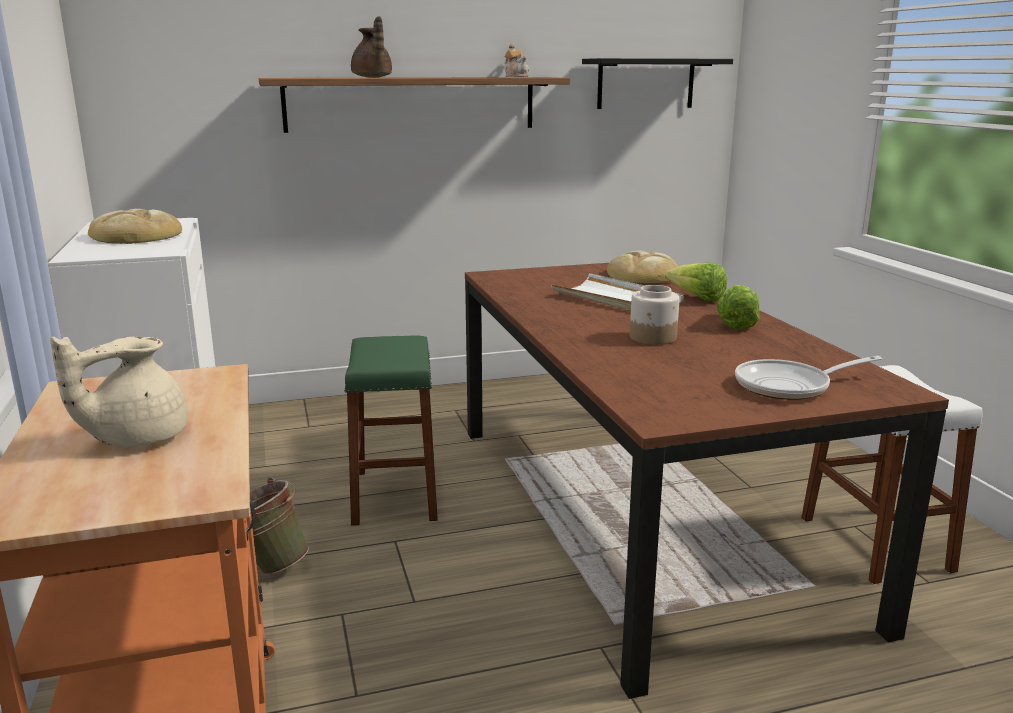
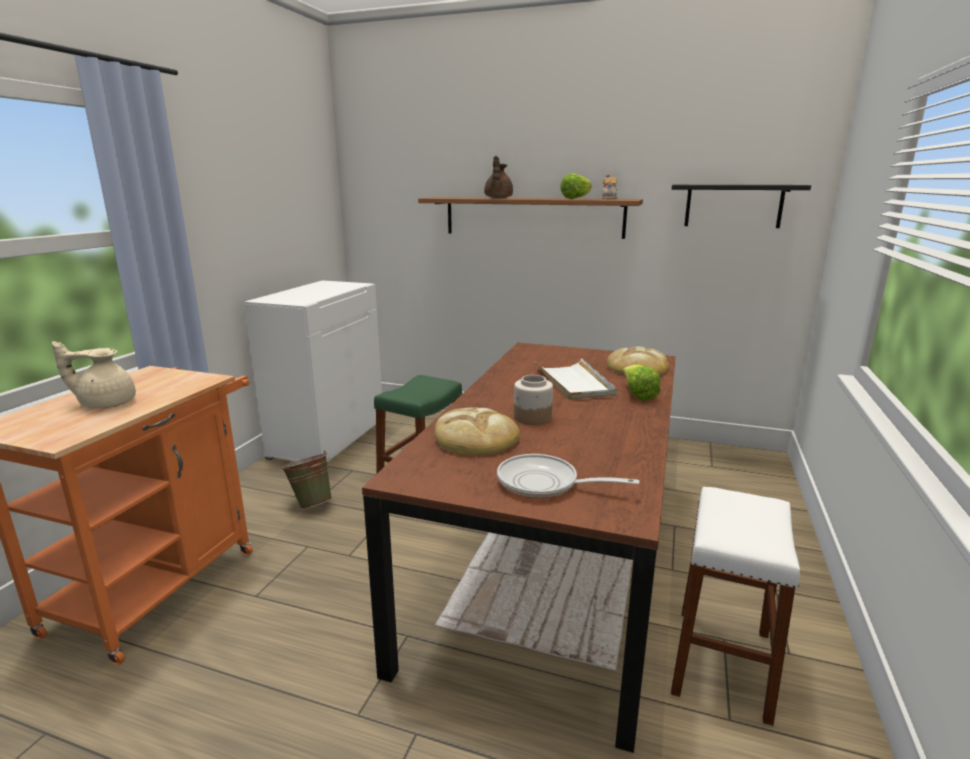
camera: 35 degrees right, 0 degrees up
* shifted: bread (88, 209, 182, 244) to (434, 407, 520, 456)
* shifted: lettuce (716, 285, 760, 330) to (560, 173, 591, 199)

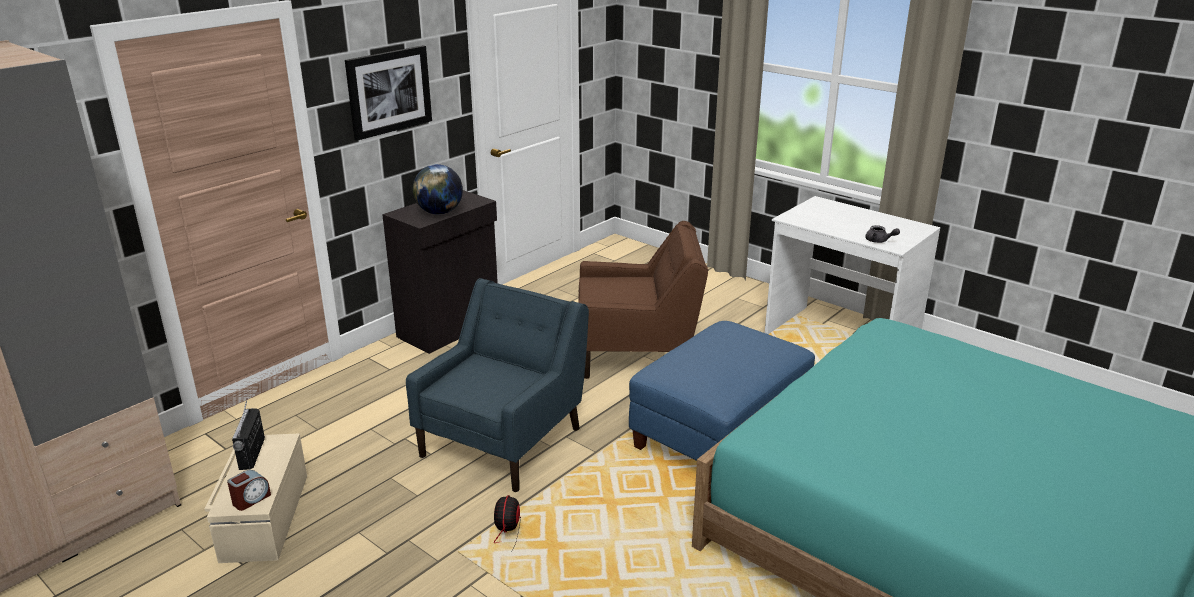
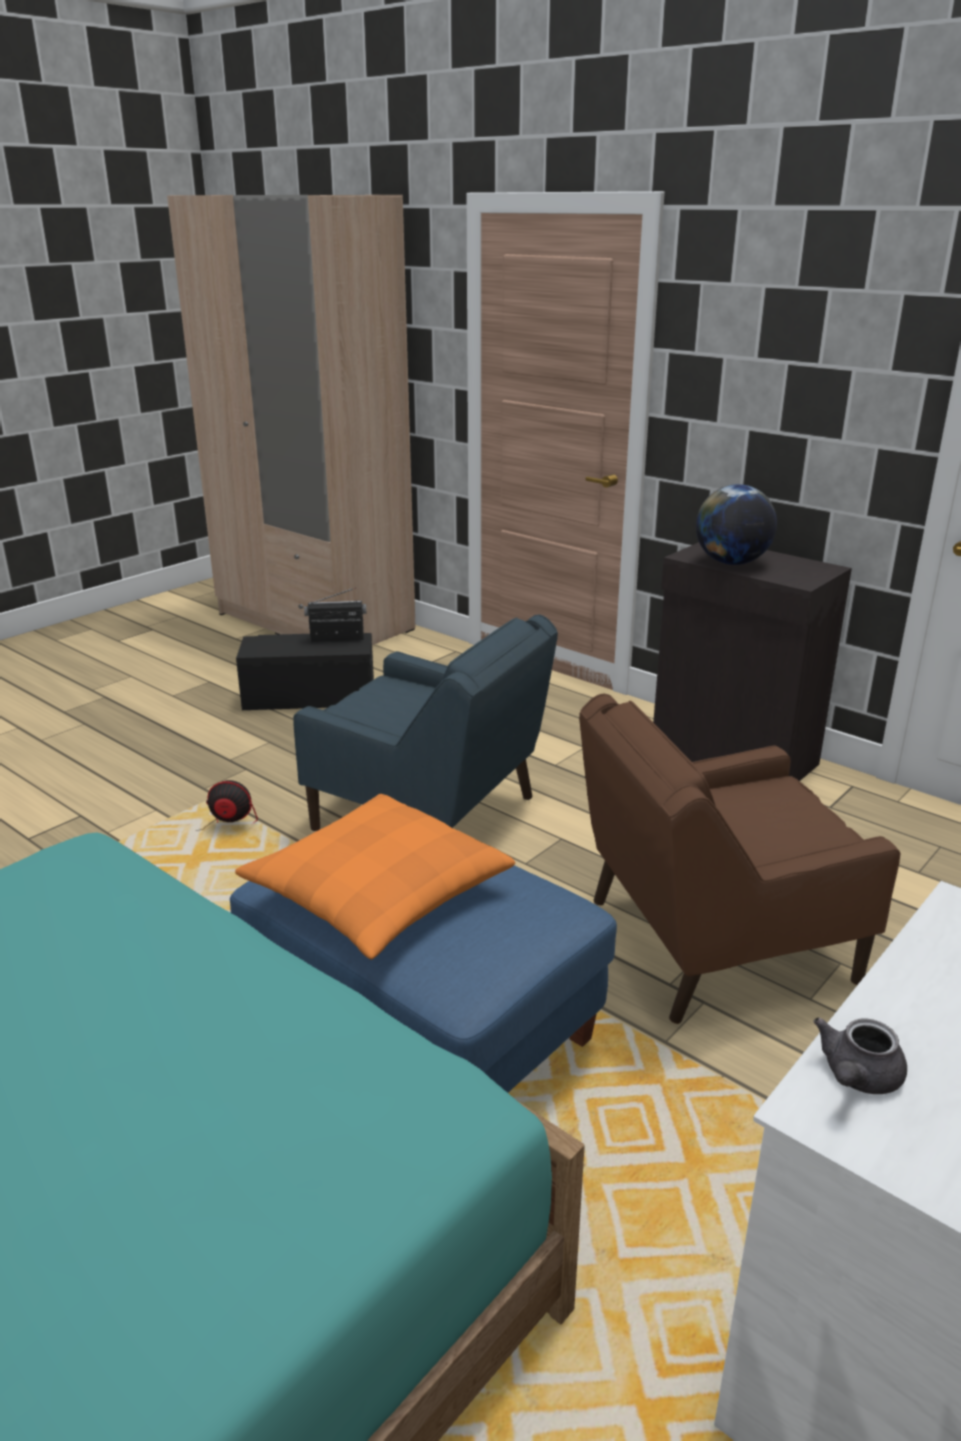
camera: 90 degrees right, 0 degrees up
* repainted: beige_storage_box (205, 433, 307, 563) to black_storage_box (236, 633, 374, 710)
* gone: alarm_clock (227, 470, 271, 511)
* gone: picture (345, 45, 432, 141)
* rotated: brown_armchair (578, 221, 708, 379) = (579, 693, 901, 1024) 75 degrees clockwise
* new: orange_pillow (235, 794, 515, 960)

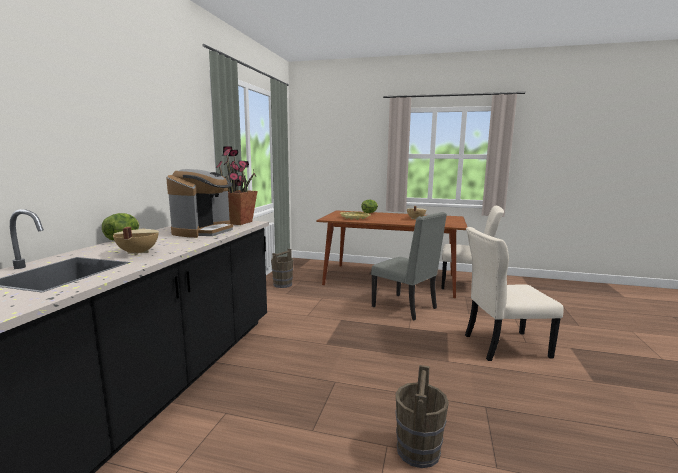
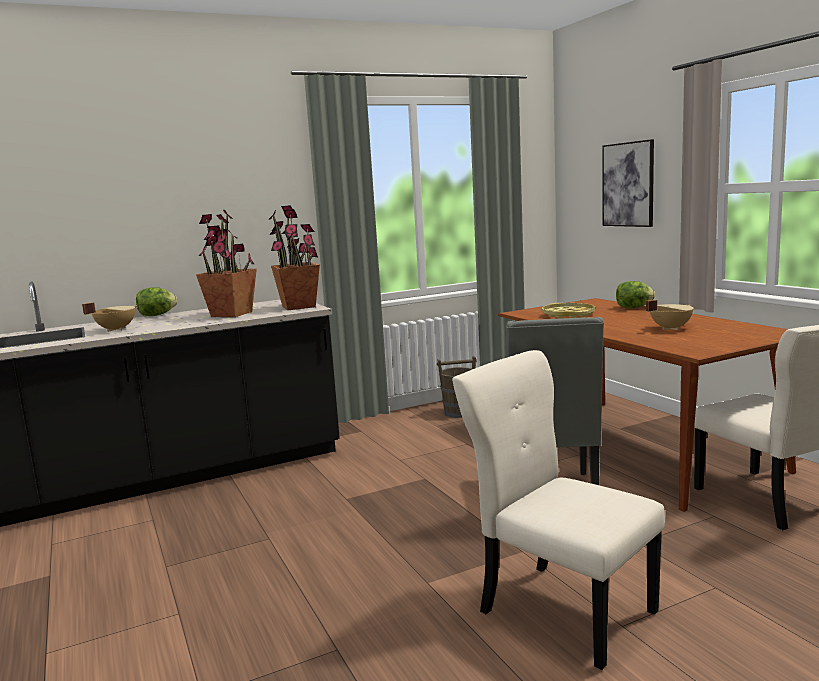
camera: 50 degrees right, 0 degrees up
* swapped: coffee_machine (166, 169, 233, 238) to potted_plant (196, 210, 257, 317)
* gone: brown_bucket (395, 365, 449, 468)
* new: picture (602, 139, 654, 227)

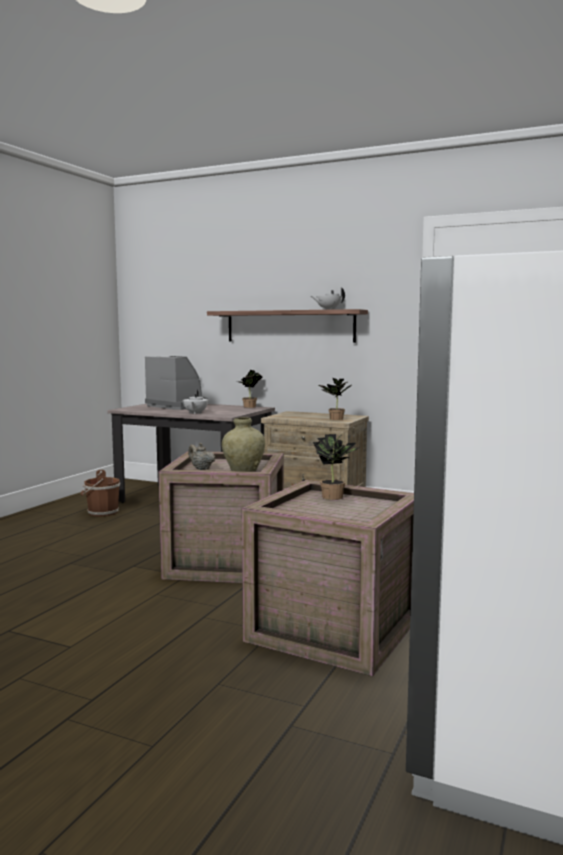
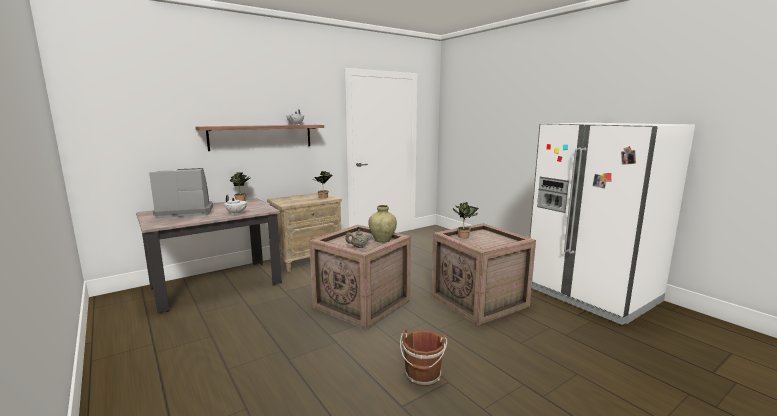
camera: 60 degrees left, 5 degrees up
* shifted: brown_bucket (81, 470, 120, 517) to (400, 329, 447, 387)

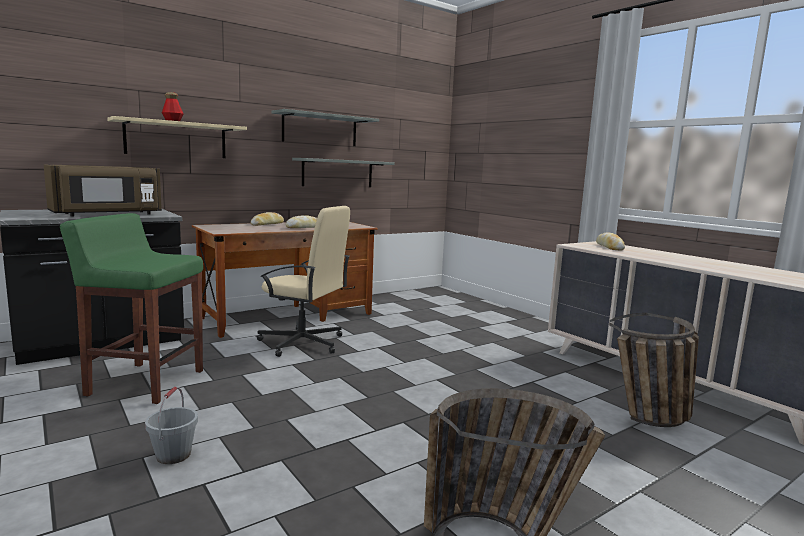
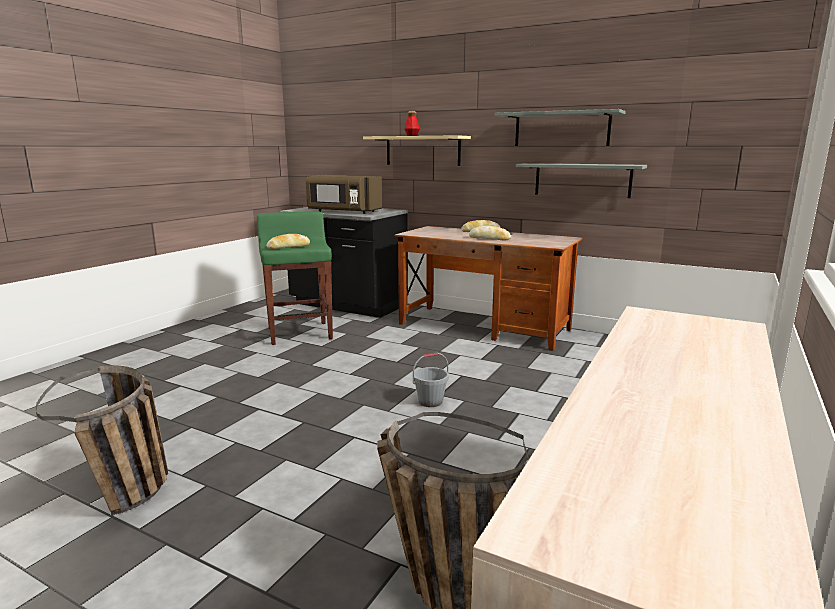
camera: 65 degrees right, 5 degrees up
* shifted: grey_bucket (145, 386, 198, 464) to (413, 353, 449, 407)
* gone: beige_office_chair (257, 206, 350, 357)
* shifted: bread (596, 232, 625, 251) to (266, 234, 310, 249)

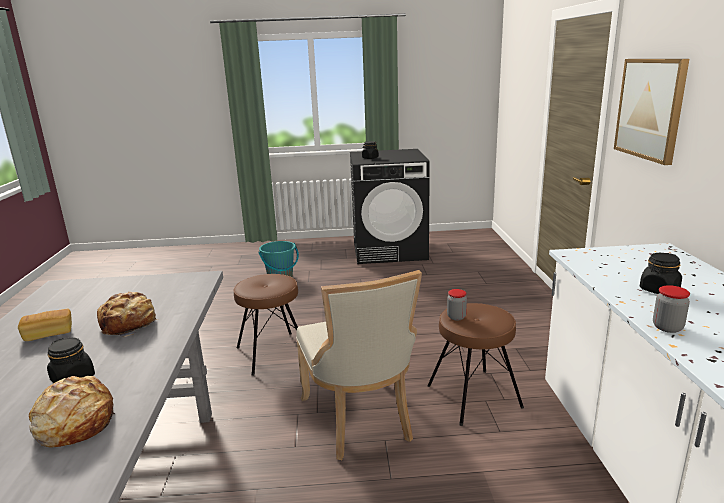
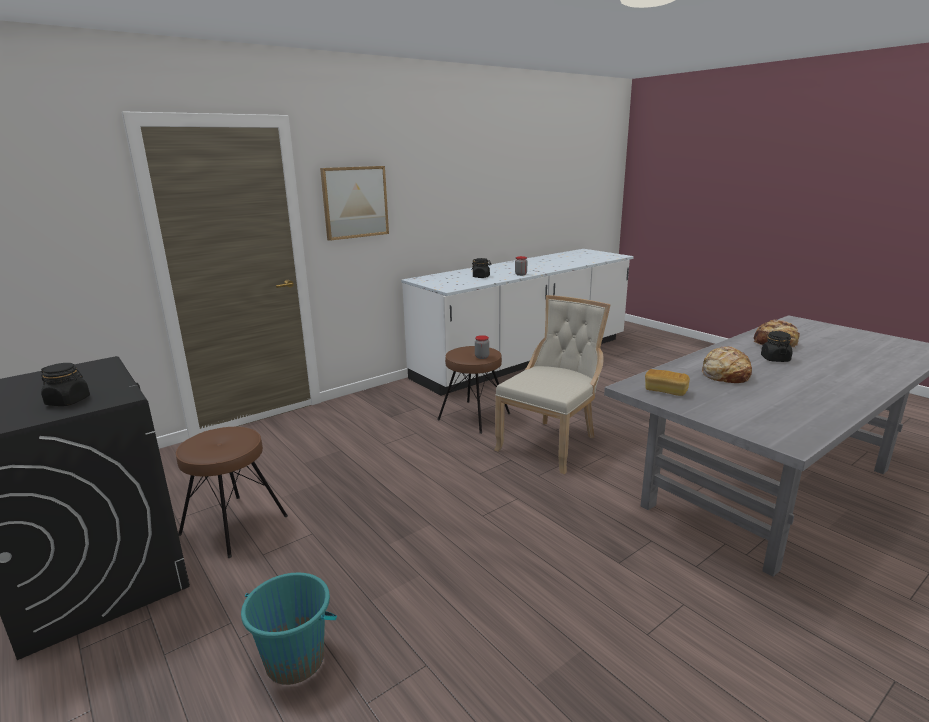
camera: 125 degrees left, 0 degrees up
* shifted: bread (18, 309, 72, 341) to (645, 369, 690, 396)
* shifted: brown_stool (234, 274, 298, 376) to (176, 427, 288, 558)

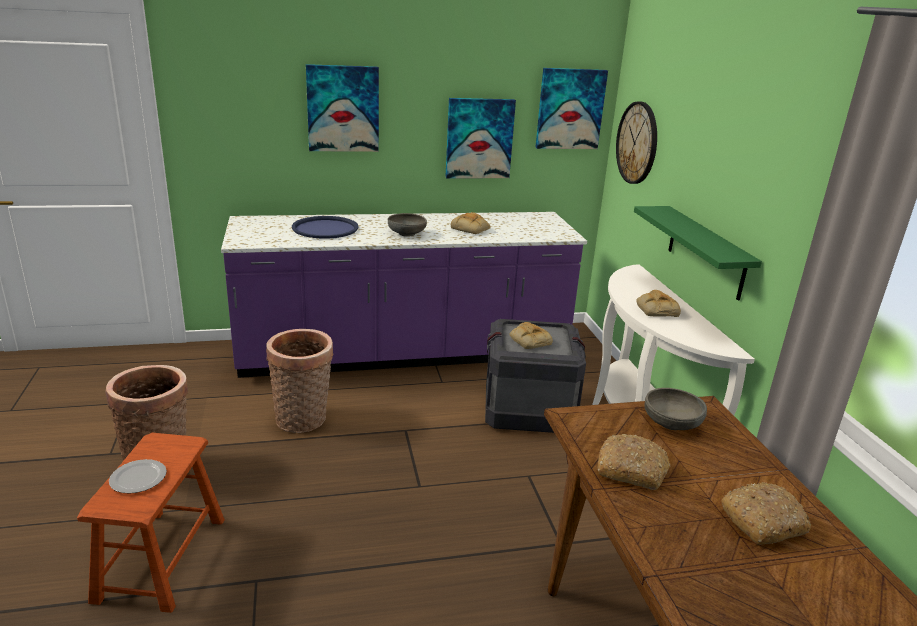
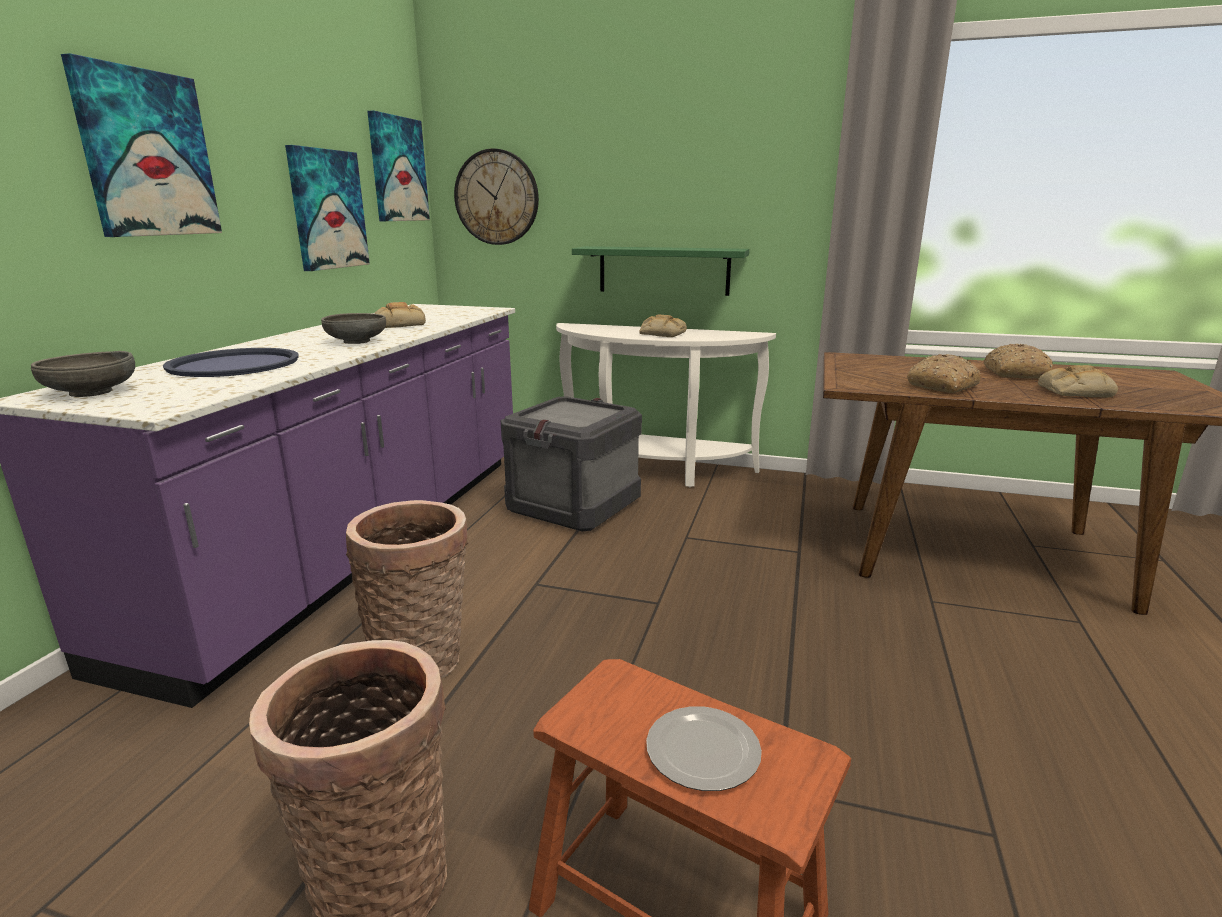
camera: 60 degrees left, 5 degrees down
* shifted: bread (509, 322, 553, 349) to (1038, 365, 1118, 398)
* shifted: grey_bowl (645, 388, 707, 430) to (31, 351, 135, 397)

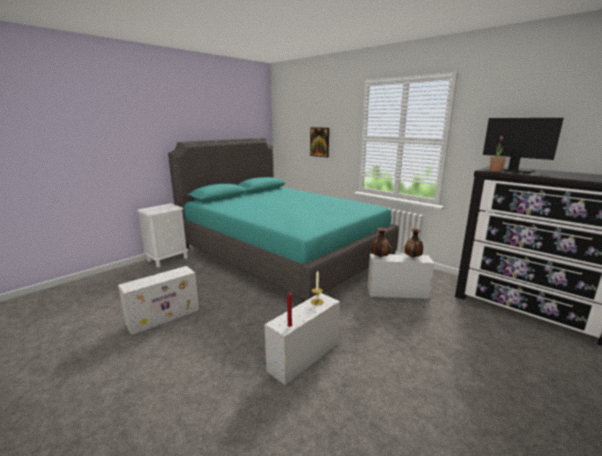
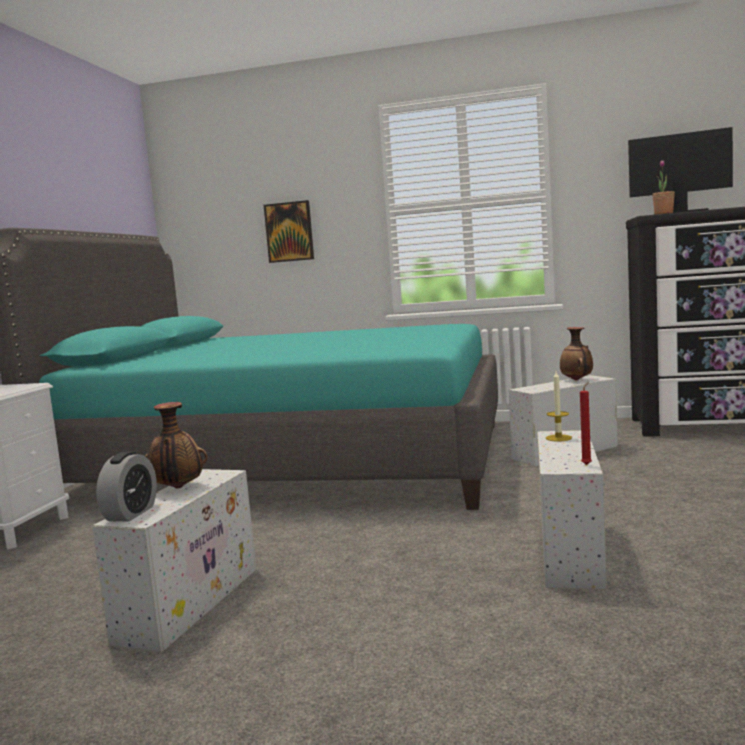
camera: 30 degrees left, 10 degrees down
* shifted: vase (370, 228, 392, 257) to (145, 402, 207, 489)
* new: alarm_clock (96, 452, 157, 521)

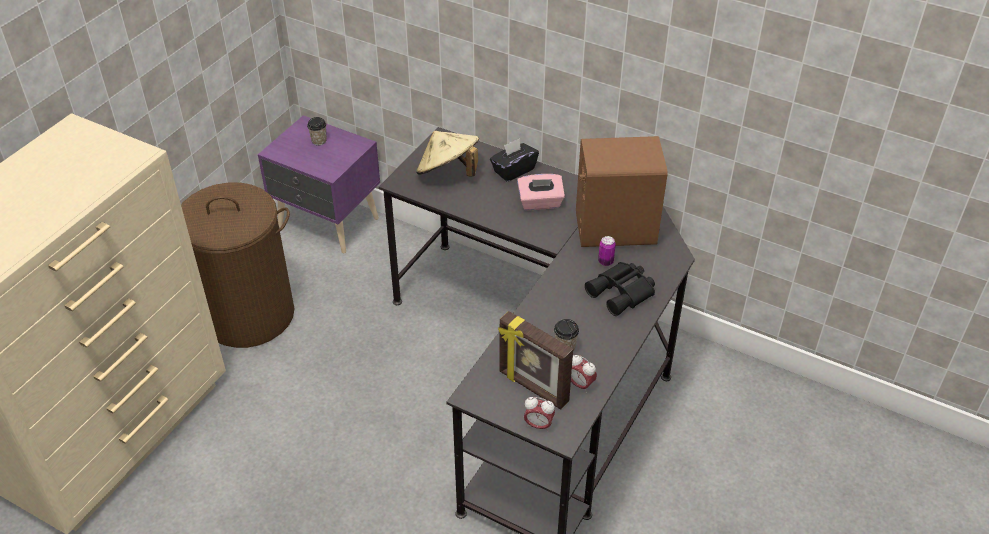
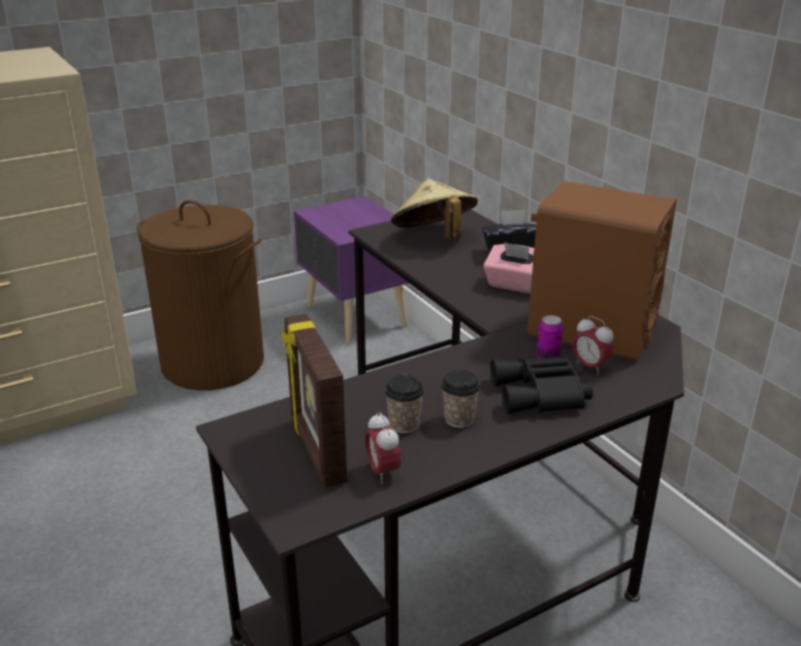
camera: 30 degrees right, 15 degrees down
* shifted: cup (307, 117, 327, 146) to (441, 370, 481, 428)
* shifted: alarm_clock (524, 397, 555, 432) to (572, 316, 614, 375)

